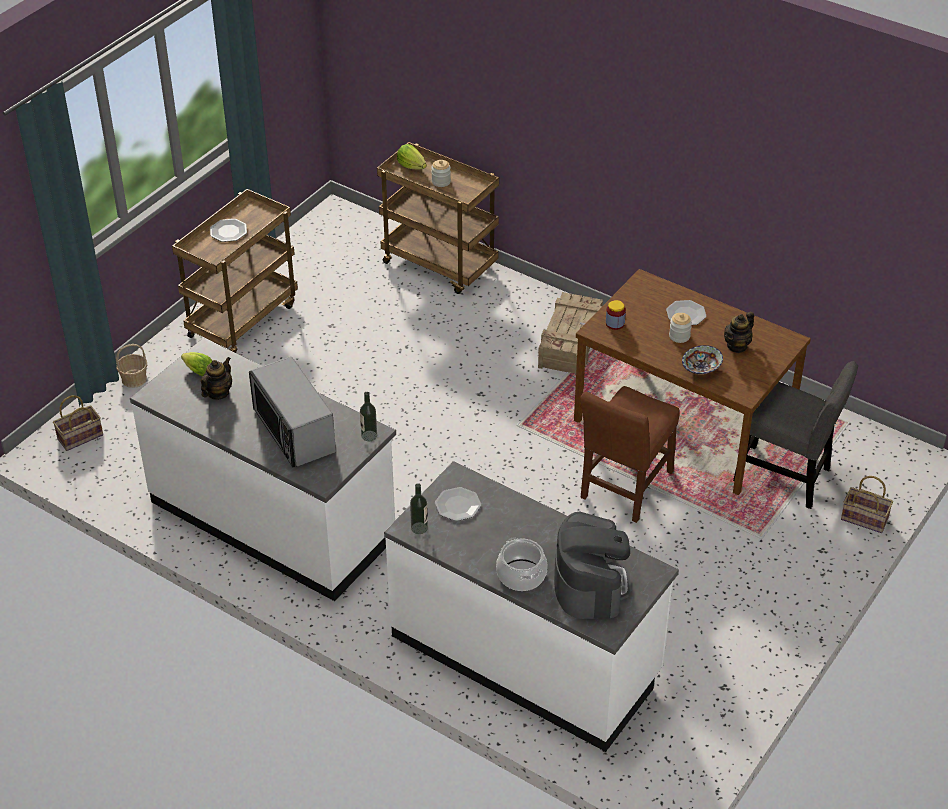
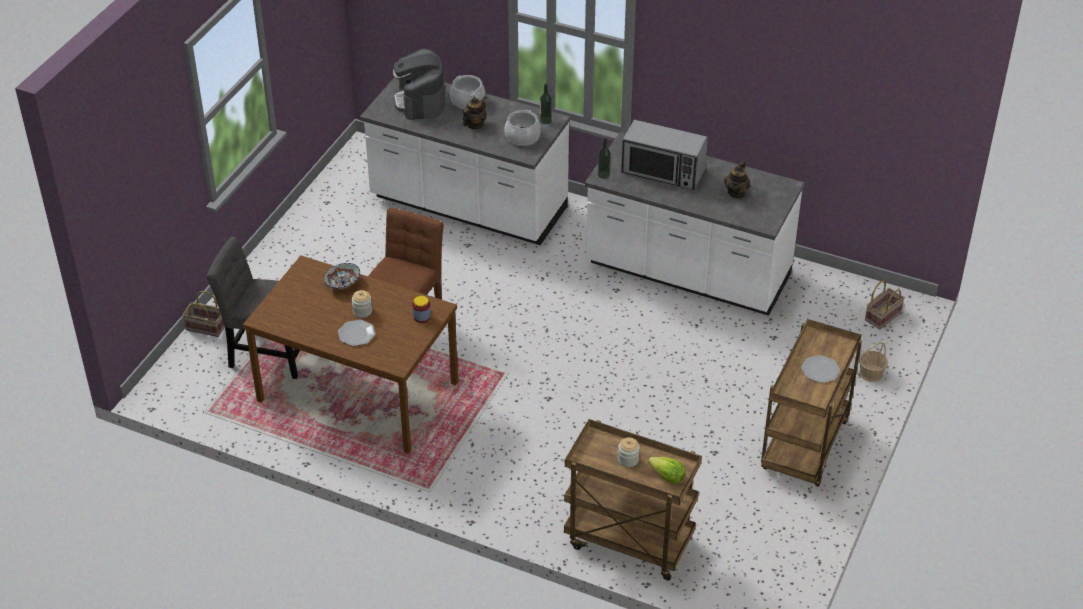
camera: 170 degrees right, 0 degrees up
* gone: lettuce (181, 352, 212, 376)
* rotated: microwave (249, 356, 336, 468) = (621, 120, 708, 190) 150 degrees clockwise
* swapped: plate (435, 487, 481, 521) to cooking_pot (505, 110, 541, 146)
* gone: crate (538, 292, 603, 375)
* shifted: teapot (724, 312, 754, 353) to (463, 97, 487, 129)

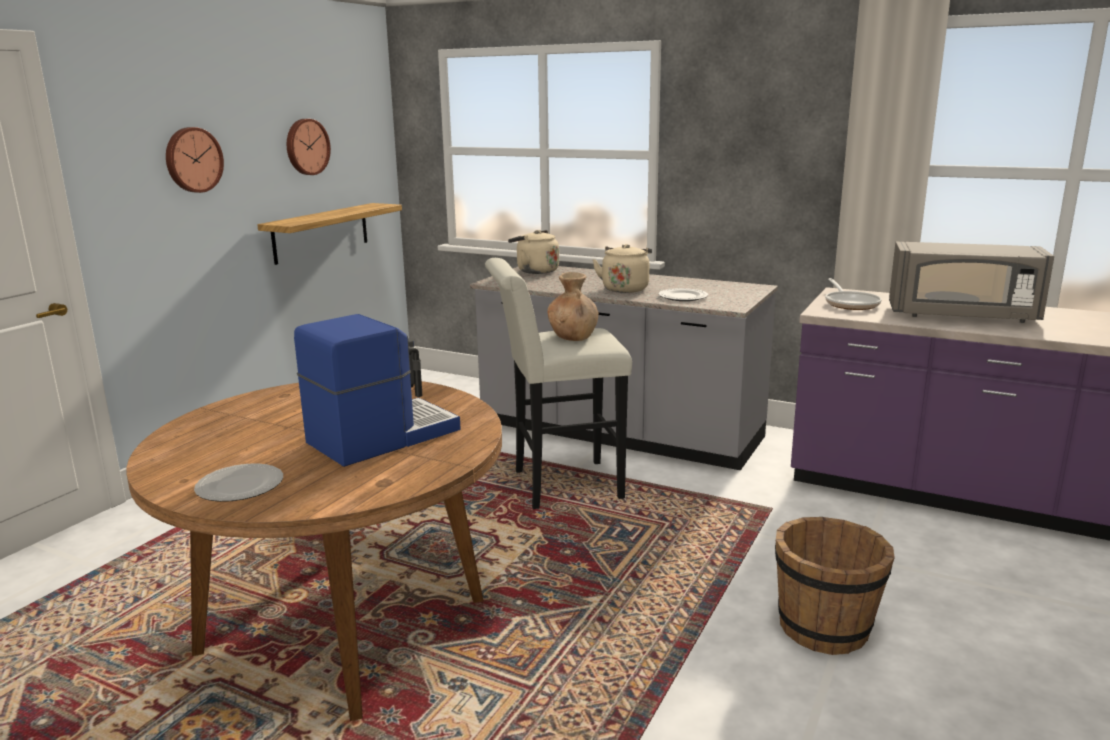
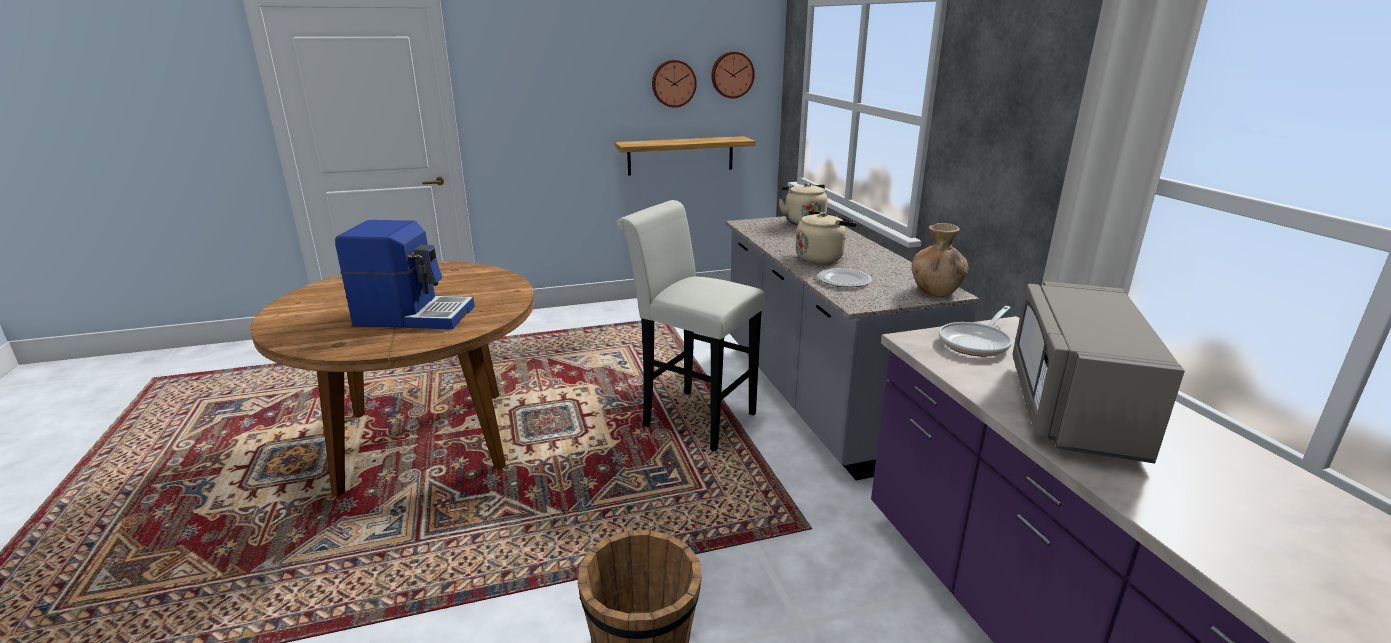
camera: 45 degrees right, 5 degrees up
* shifted: wall_clock (166, 127, 224, 193) to (711, 52, 755, 98)
* gone: plate (194, 463, 283, 502)
* shifted: brown_vase (547, 272, 599, 341) to (911, 223, 968, 296)
* rotated: grey_microwave (889, 242, 1054, 323) = (1013, 281, 1185, 464) 45 degrees clockwise

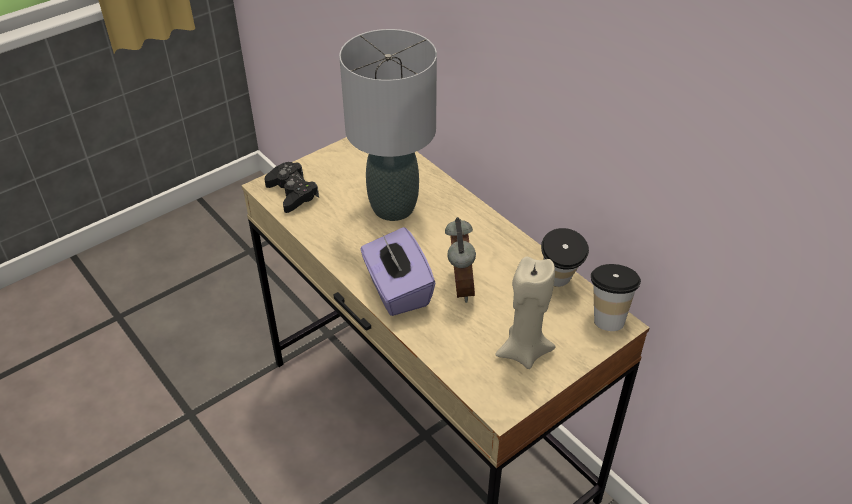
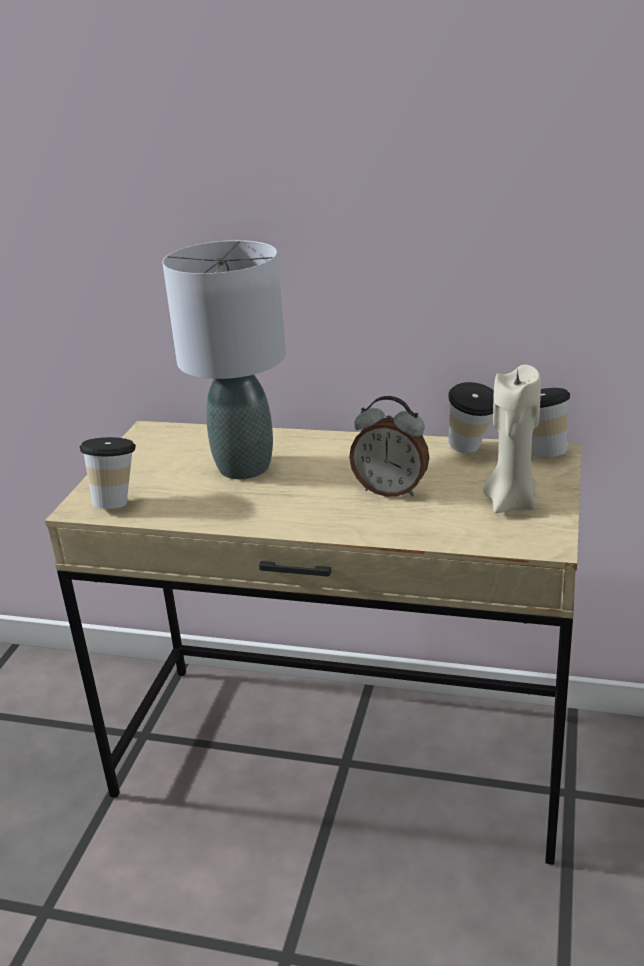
camera: 35 degrees left, 15 degrees down
* swapped: black_game_controller (265, 162, 319, 213) to cup (80, 437, 136, 509)
* gone: purple_tissue_box (360, 227, 436, 316)
* rotated: alarm_clock (445, 217, 476, 303) = (349, 396, 429, 497) 150 degrees clockwise

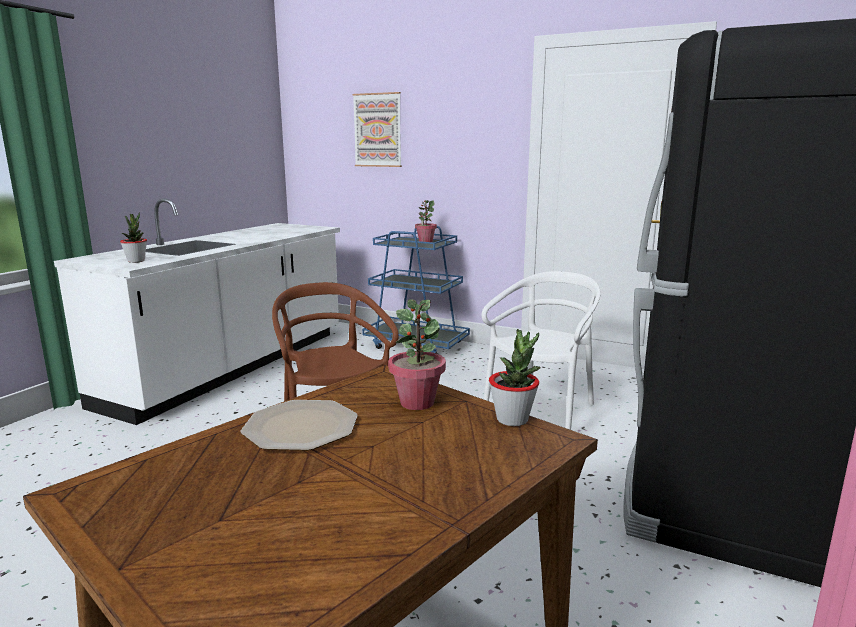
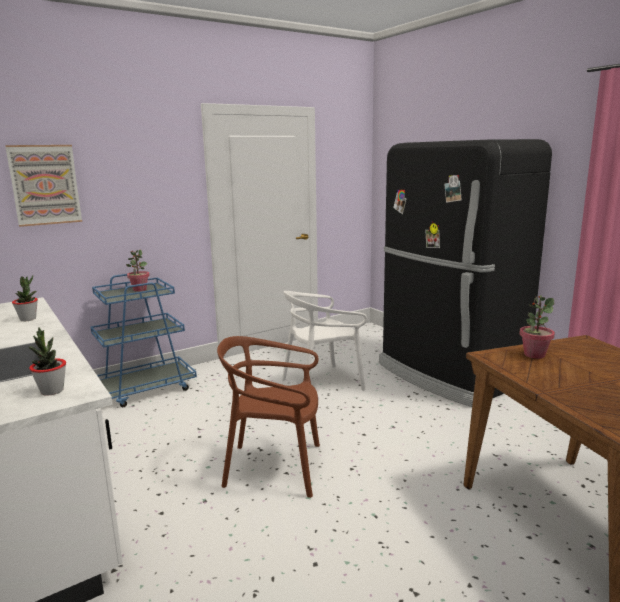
camera: 60 degrees left, 0 degrees up
* gone: plate (240, 400, 358, 451)
* rotated: white_chair (482, 271, 601, 430) = (282, 291, 367, 391) 90 degrees counterclockwise
* shifted: potted_plant (489, 329, 541, 426) to (12, 275, 38, 321)

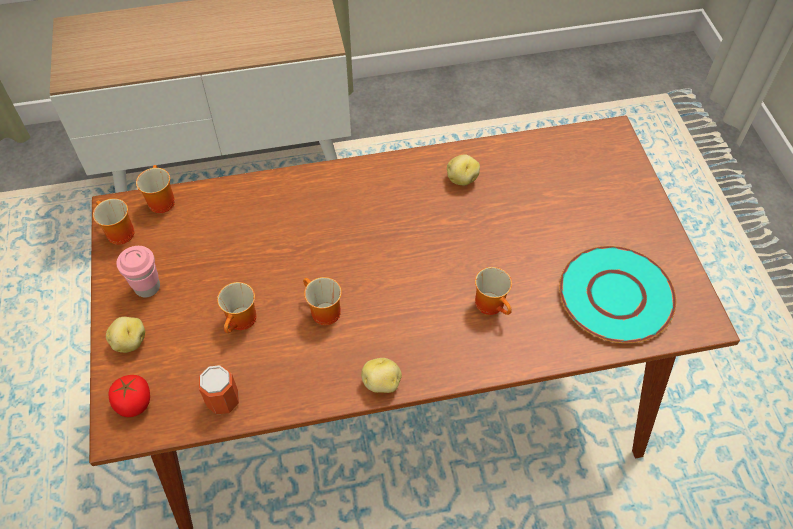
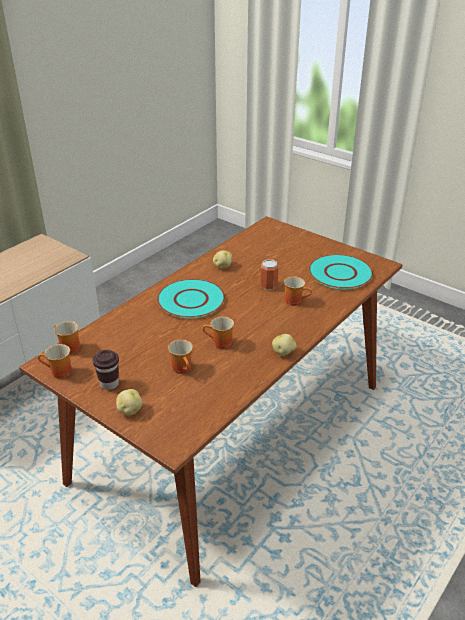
camera: 40 degrees left, 20 degrees down
* gone: tomato (109, 375, 150, 417)
* repainted: pink_cup (116, 246, 160, 297) to brown_cup (93, 350, 119, 390)
* shifted: can (199, 365, 239, 415) to (260, 259, 278, 290)
* new: turquoise_plate (157, 279, 225, 318)

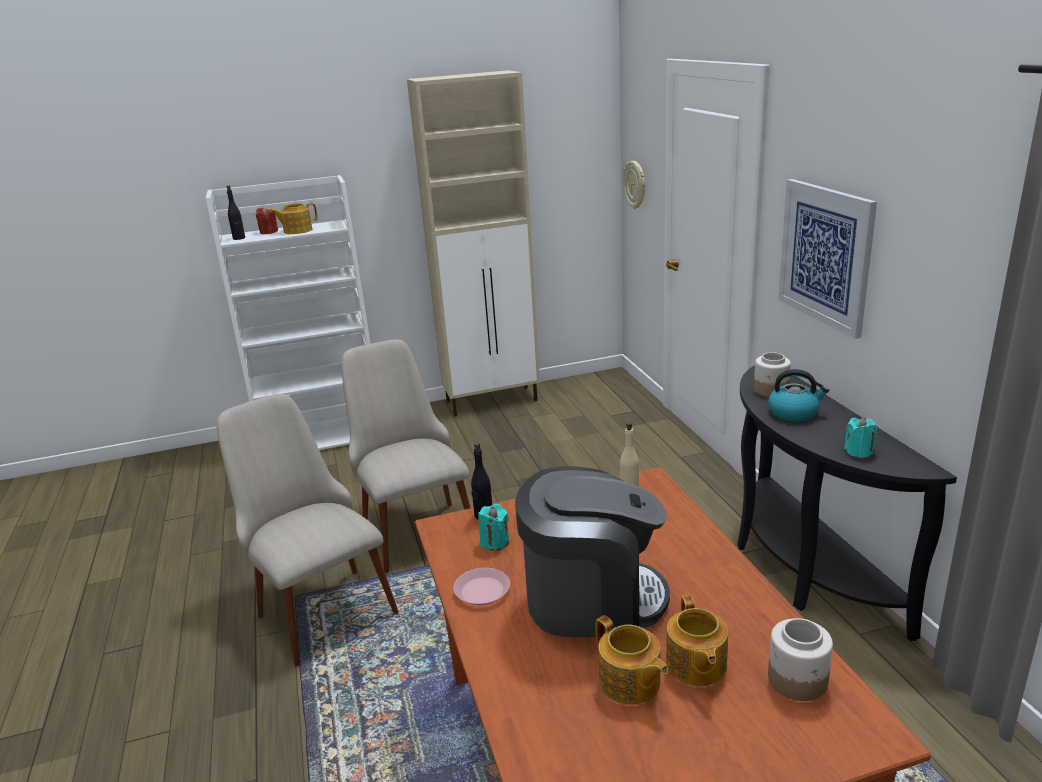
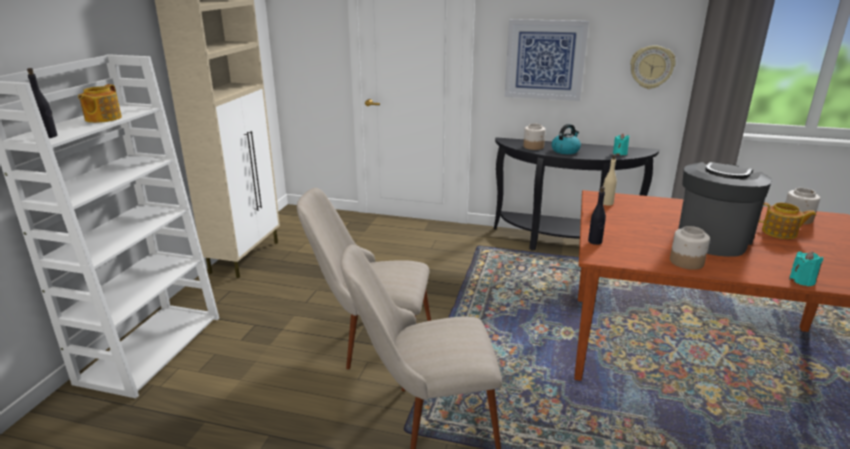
camera: 60 degrees left, 0 degrees up
* gone: red_candle (256, 207, 278, 234)
* swapped: pink_plate (453, 568, 510, 605) to jar (670, 226, 710, 270)
* shifted: turquoise_candle (478, 504, 509, 550) to (789, 251, 823, 286)
* gone: teapot (596, 615, 668, 704)
* shifted: wall_clock (623, 161, 645, 209) to (630, 45, 676, 89)

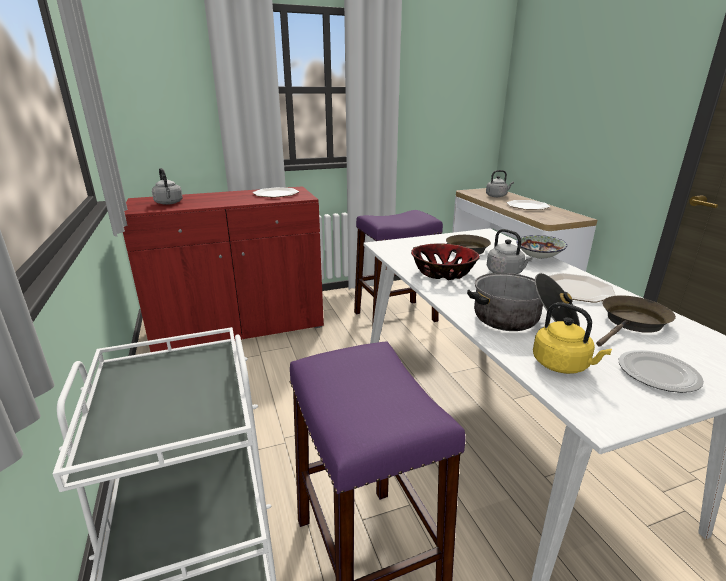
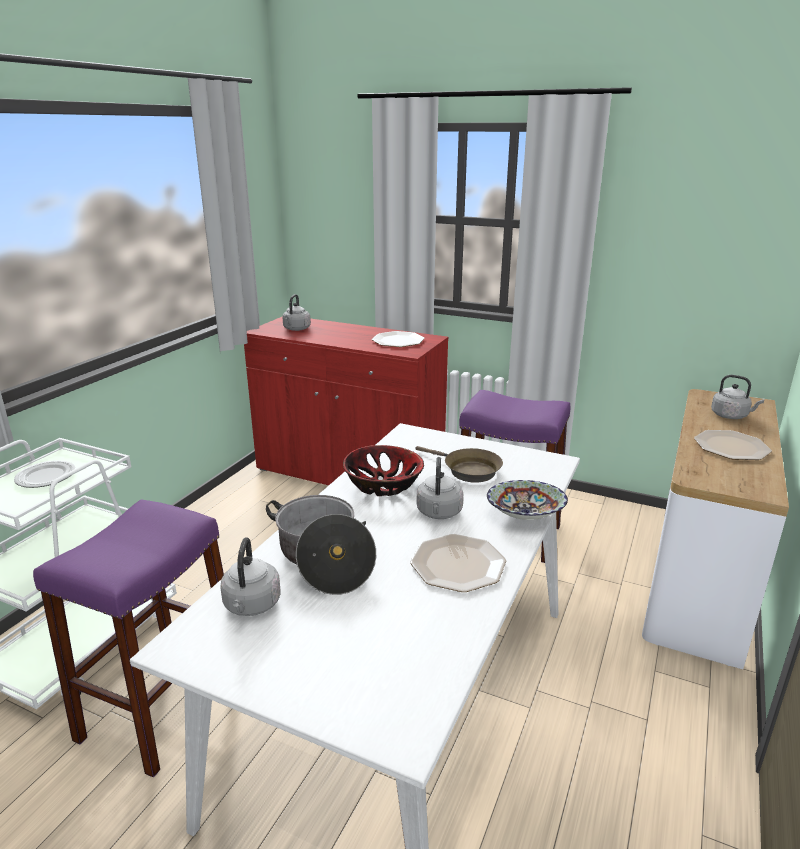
camera: 45 degrees right, 0 degrees up
* repainted: yellow_kettle (533, 302, 612, 374) to grey_kettle (220, 538, 281, 616)
* gone: brown_frying_pan (596, 295, 676, 346)
* shifted: plate (619, 350, 704, 393) to (14, 460, 76, 488)

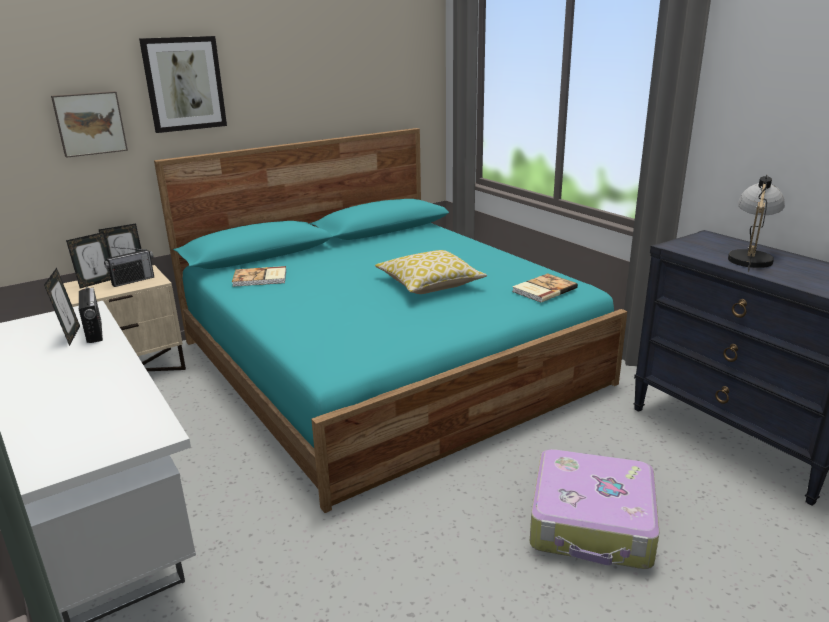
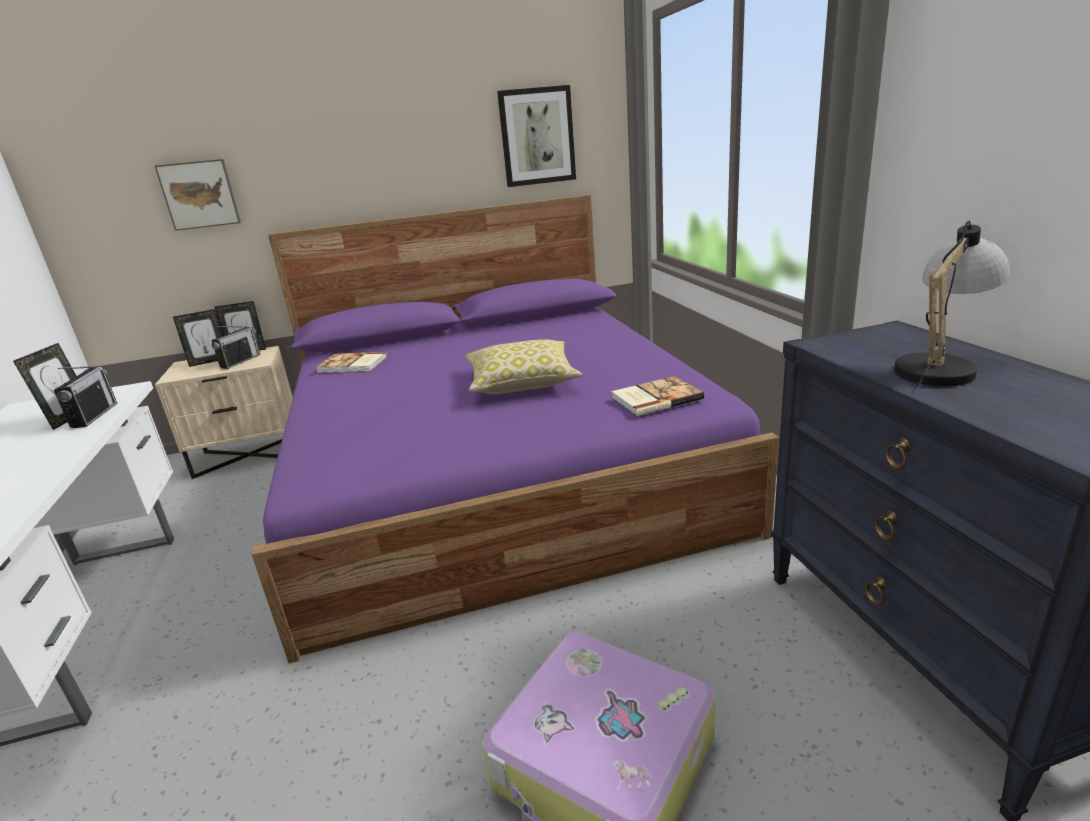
camera: 20 degrees right, 0 degrees up
* rotated: radio (104, 247, 154, 287) = (211, 326, 260, 369) 45 degrees counterclockwise
* shifted: picture (139, 36, 227, 133) to (497, 85, 576, 187)
* repainted: turquoise_bed (154, 128, 627, 513) to purple_bed (251, 194, 779, 664)

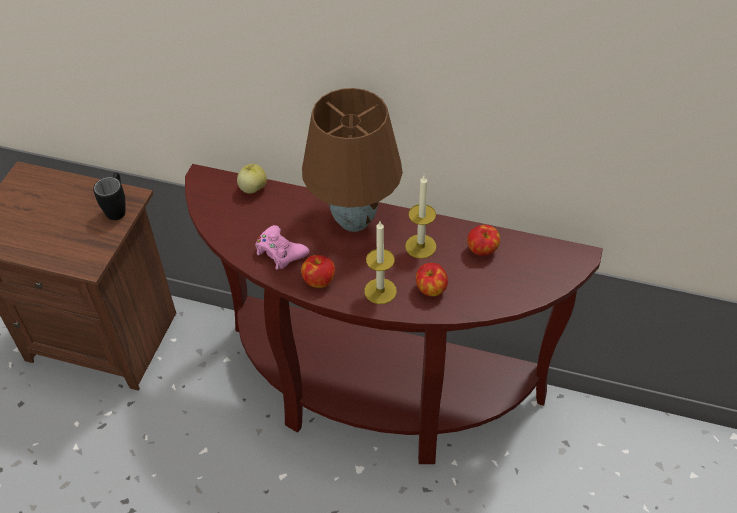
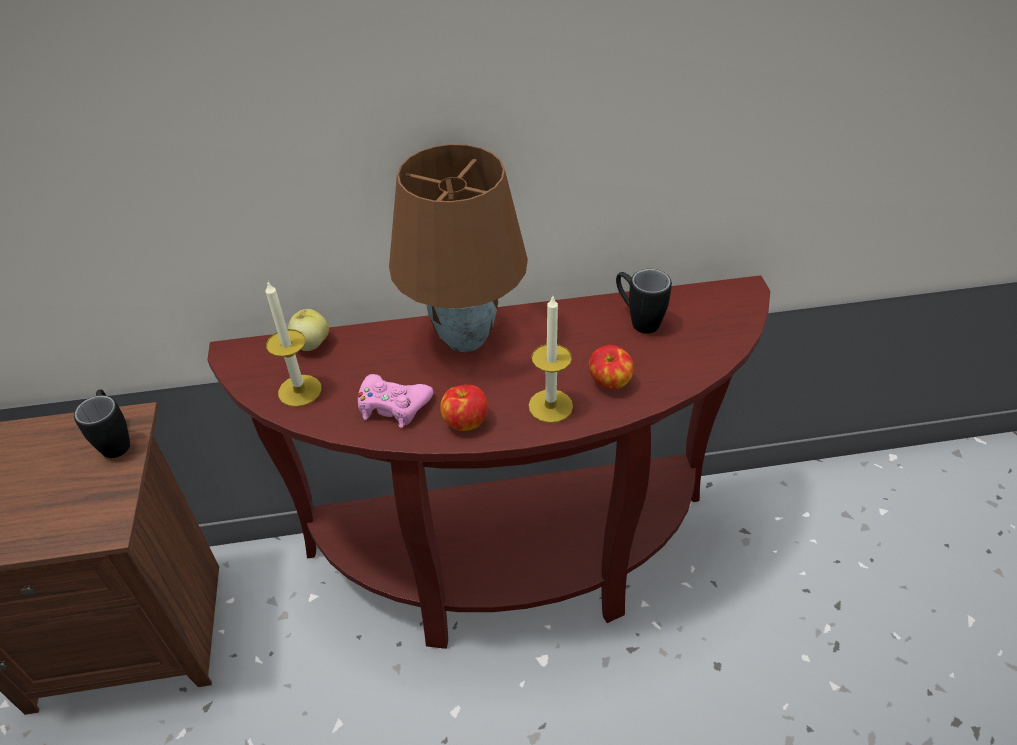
camera: 25 degrees left, 5 degrees down
* shifted: candle (405, 176, 437, 259) to (265, 282, 322, 407)
* swapped: apple (467, 225, 500, 256) to black_mug (616, 269, 672, 334)

